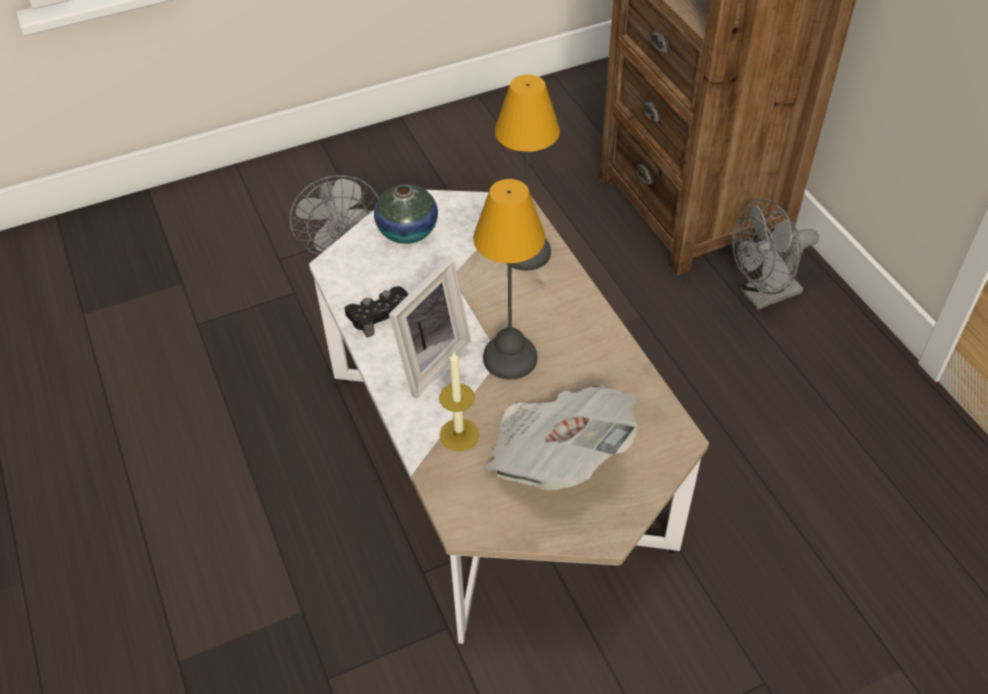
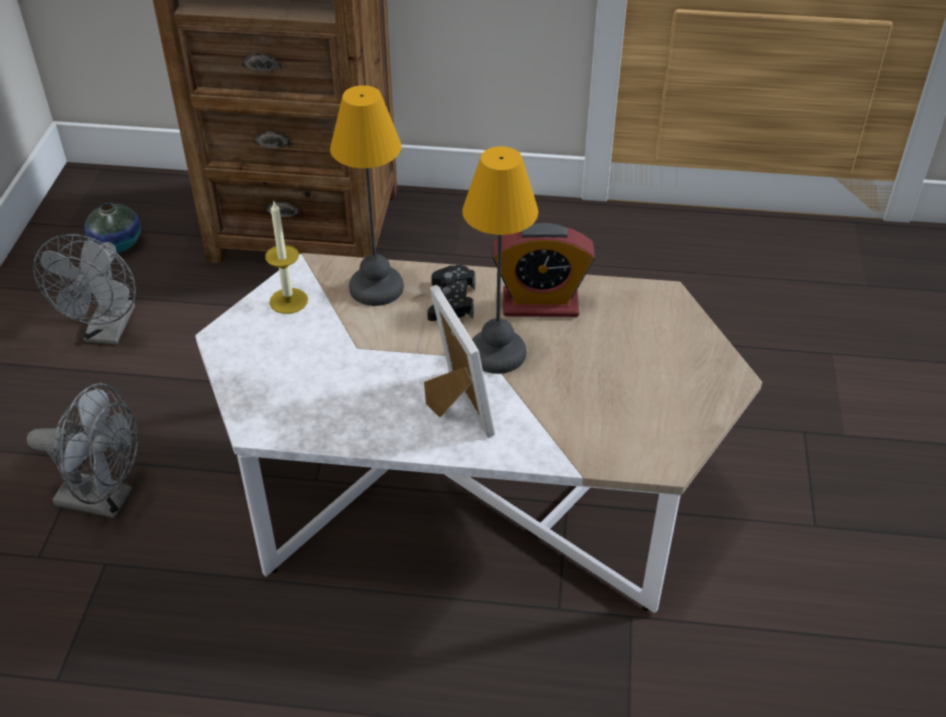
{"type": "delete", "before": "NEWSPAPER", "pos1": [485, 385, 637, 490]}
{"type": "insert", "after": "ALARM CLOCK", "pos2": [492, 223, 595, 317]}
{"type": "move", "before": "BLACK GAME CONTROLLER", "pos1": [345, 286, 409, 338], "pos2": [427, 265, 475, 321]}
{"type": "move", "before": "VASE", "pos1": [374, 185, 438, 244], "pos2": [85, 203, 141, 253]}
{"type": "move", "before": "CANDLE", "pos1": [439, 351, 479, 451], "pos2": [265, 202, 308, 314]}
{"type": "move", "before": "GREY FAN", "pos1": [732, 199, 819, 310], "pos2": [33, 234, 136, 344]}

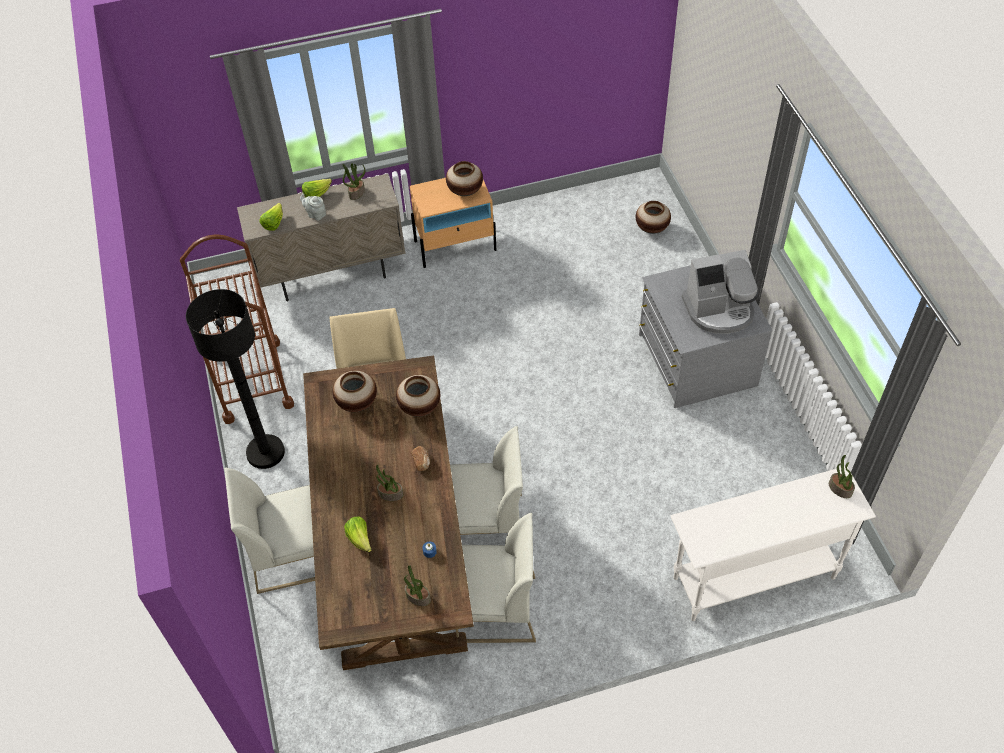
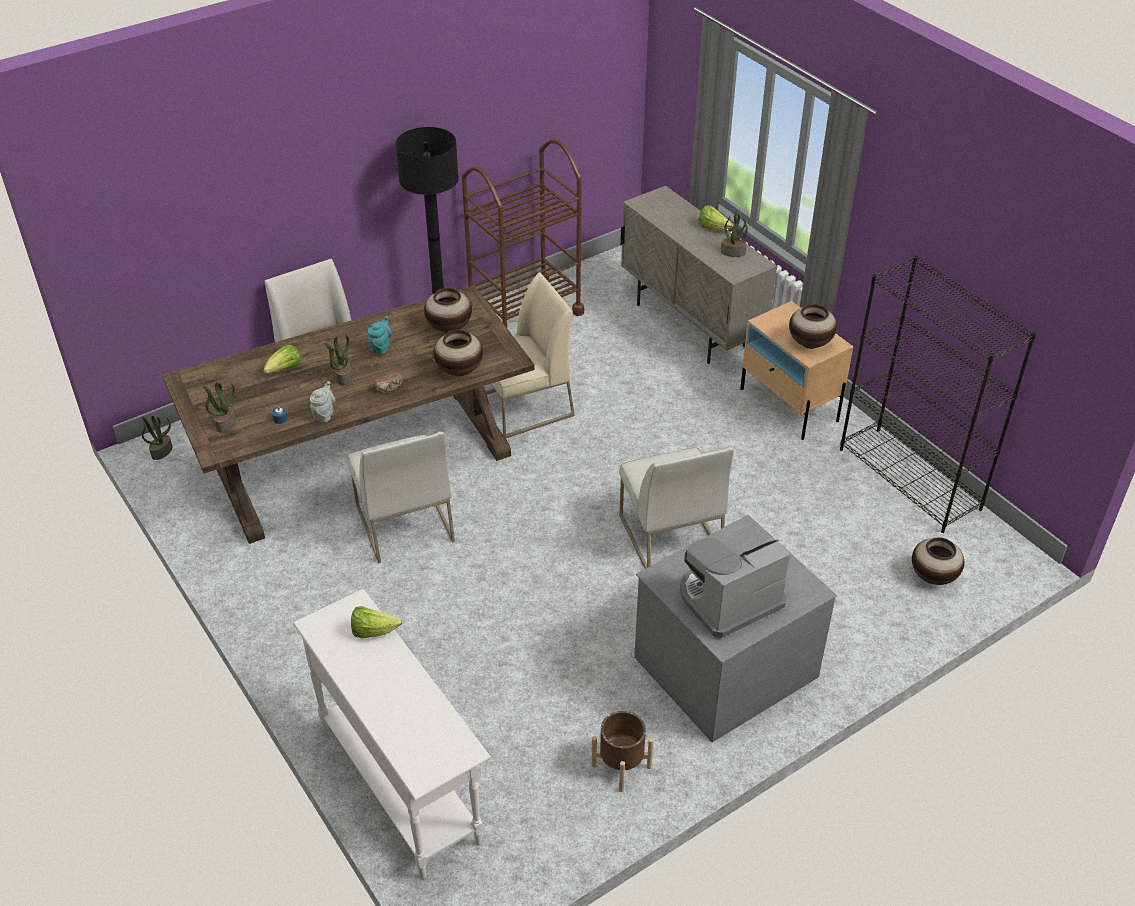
{"type": "insert", "after": "TURQUOISE TEAPOT", "pos2": [368, 316, 392, 354]}
{"type": "insert", "after": "BROWN PLANTER", "pos2": [591, 711, 654, 792]}
{"type": "insert", "after": "BLACK BOOKCASE", "pos2": [840, 256, 1036, 533]}
{"type": "move", "before": "LETTUCE", "pos1": [260, 203, 283, 231], "pos2": [351, 606, 403, 638]}
{"type": "move", "before": "GREY TEAPOT", "pos1": [300, 193, 326, 221], "pos2": [310, 381, 336, 422]}
{"type": "move", "before": "WHITE CHAIR", "pos1": [456, 513, 536, 643], "pos2": [619, 447, 734, 569]}
{"type": "move", "before": "POTTED PLANT", "pos1": [829, 455, 855, 498], "pos2": [142, 416, 172, 460]}
{"type": "rotate", "before": "COFFEE MACHINE", "pos1": [682, 250, 758, 334], "pos2": [680, 538, 790, 638], "turn": 90}

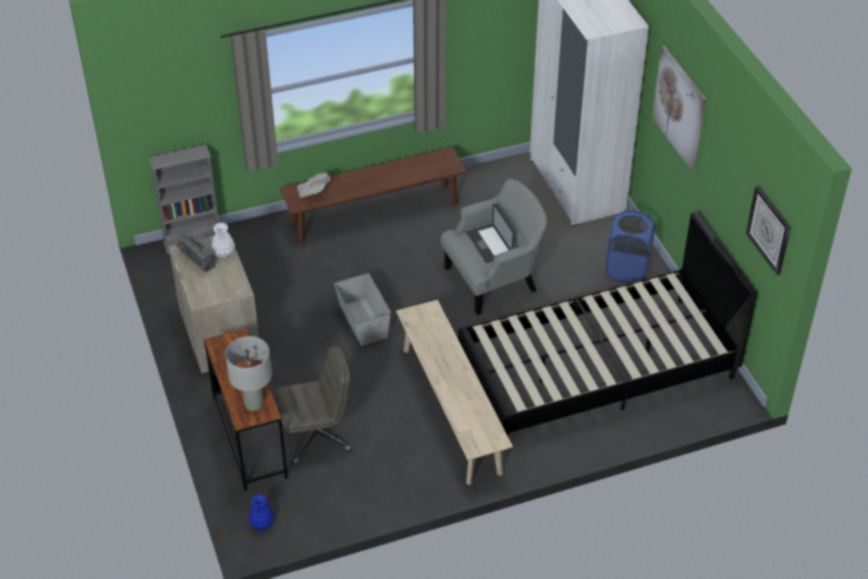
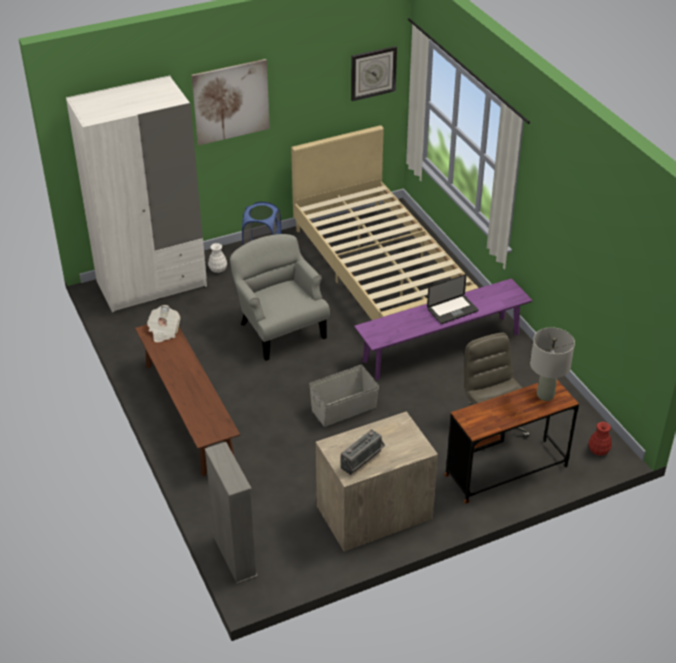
{"type": "move", "before": "WHITE VASE", "pos1": [211, 223, 235, 258], "pos2": [208, 243, 227, 273]}
{"type": "move", "before": "NEWSPAPER", "pos1": [297, 172, 330, 198], "pos2": [147, 305, 181, 342]}
{"type": "move", "before": "LAPTOP", "pos1": [467, 203, 514, 263], "pos2": [427, 274, 479, 324]}
{"type": "recolor", "before": "BLUE VASE", "after": "RED VASE", "pos1": [249, 494, 274, 530], "pos2": [588, 422, 612, 456]}
{"type": "recolor", "before": "BEIGE BENCH", "after": "PURPLE BENCH", "pos1": [396, 300, 513, 485], "pos2": [354, 278, 532, 380]}
{"type": "recolor", "before": "BLACK BED", "after": "BEIGE BED", "pos1": [458, 212, 757, 438], "pos2": [291, 125, 478, 320]}

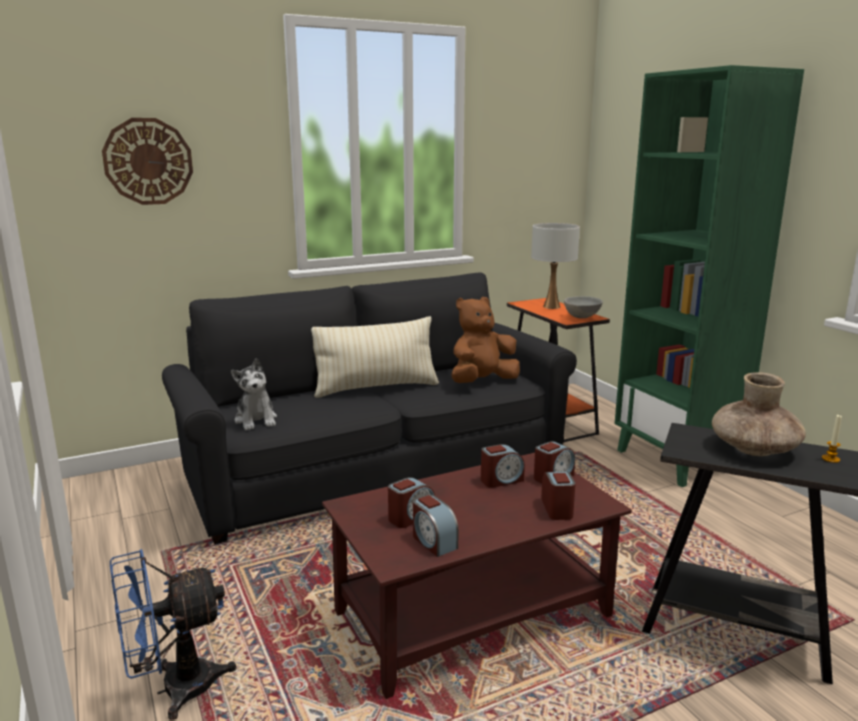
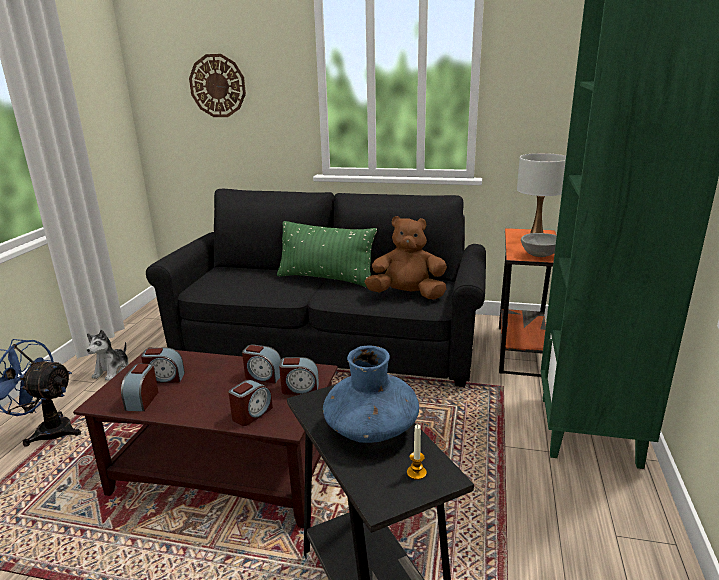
{"type": "move", "before": "PLUSH TOY", "pos1": [231, 358, 277, 430], "pos2": [86, 329, 129, 381]}
{"type": "recolor", "before": "BEIGE PILLOW", "after": "GREEN PILLOW", "pos1": [311, 316, 439, 398], "pos2": [277, 221, 377, 288]}
{"type": "recolor", "before": "BROWN VASE", "after": "BLUE VASE", "pos1": [712, 373, 806, 456], "pos2": [323, 345, 419, 443]}

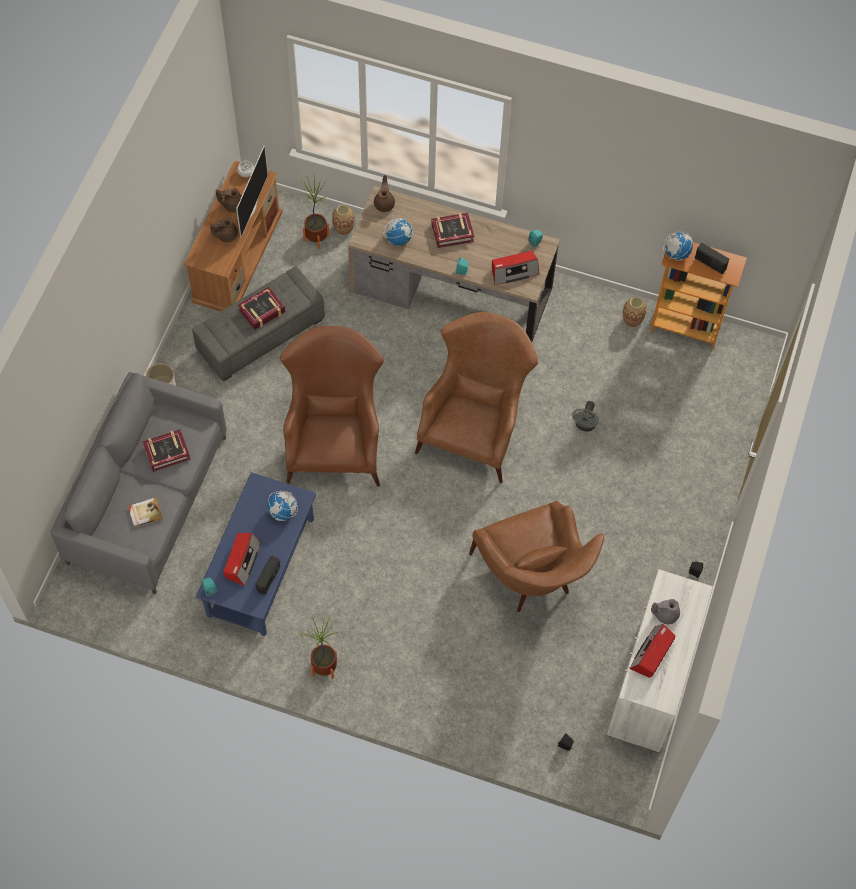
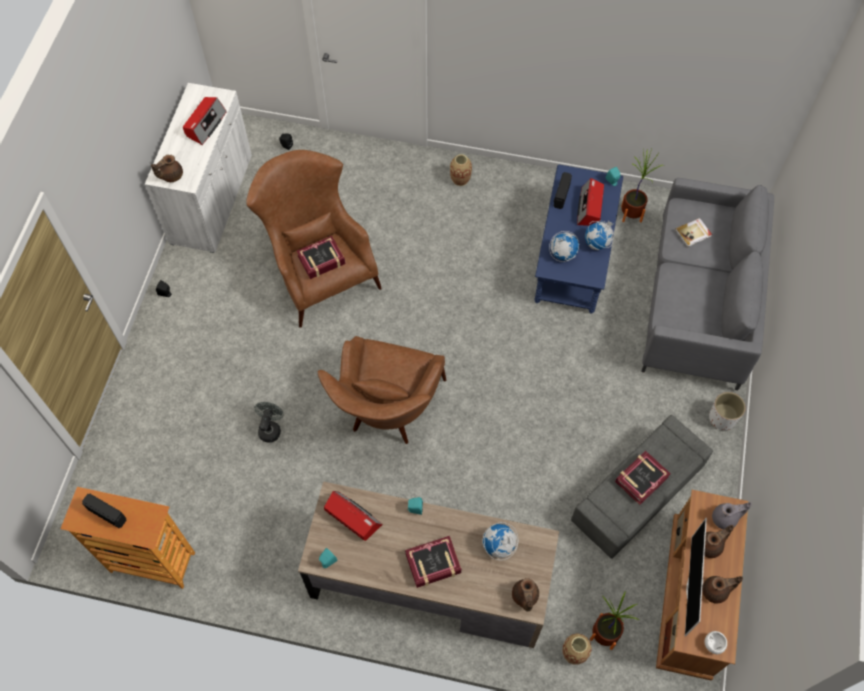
{"type": "delete", "before": "BROWN ARMCHAIR", "pos1": [280, 326, 384, 487]}
{"type": "insert", "after": "BROWN TEAPOT", "pos2": [151, 155, 183, 182]}
{"type": "move", "before": "BOOK", "pos1": [143, 430, 191, 472], "pos2": [297, 236, 345, 279]}
{"type": "move", "before": "POTTED PLANT", "pos1": [300, 616, 338, 679], "pos2": [621, 149, 665, 223]}
{"type": "move", "before": "VASE", "pos1": [623, 297, 646, 327], "pos2": [450, 154, 472, 186]}
{"type": "move", "before": "GREY TEAPOT", "pos1": [651, 599, 680, 624], "pos2": [712, 502, 752, 529]}
{"type": "move", "before": "GLOBE", "pos1": [663, 232, 693, 261], "pos2": [585, 221, 614, 250]}
{"type": "rotate", "before": "RADIO", "pos1": [492, 251, 540, 285], "pos2": [324, 491, 383, 541], "turn": 60}

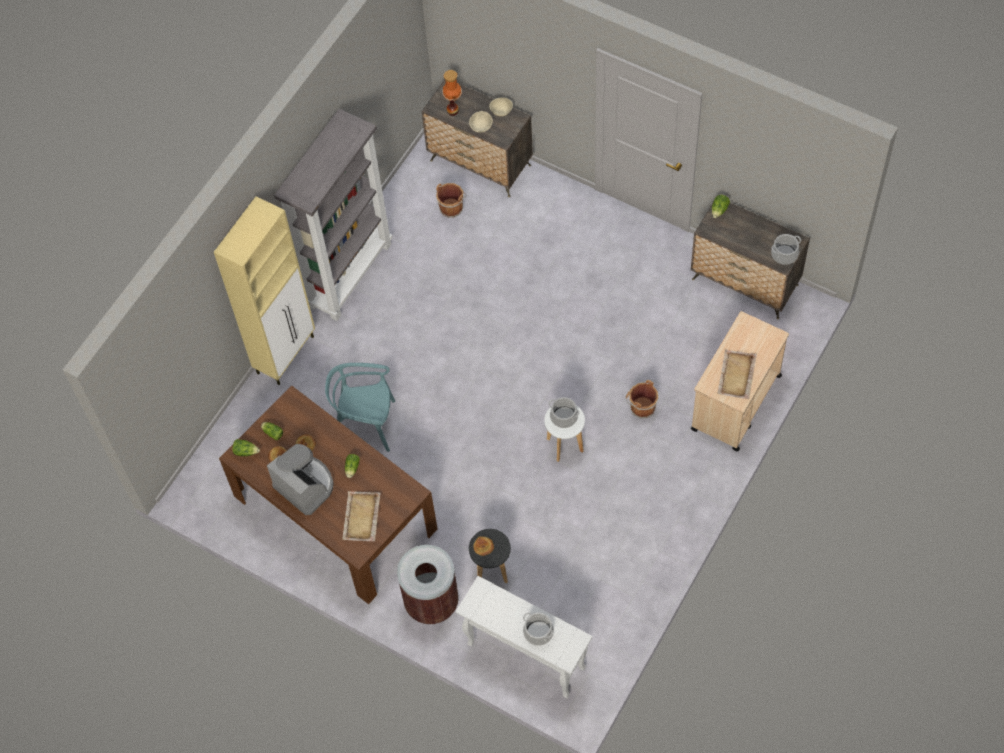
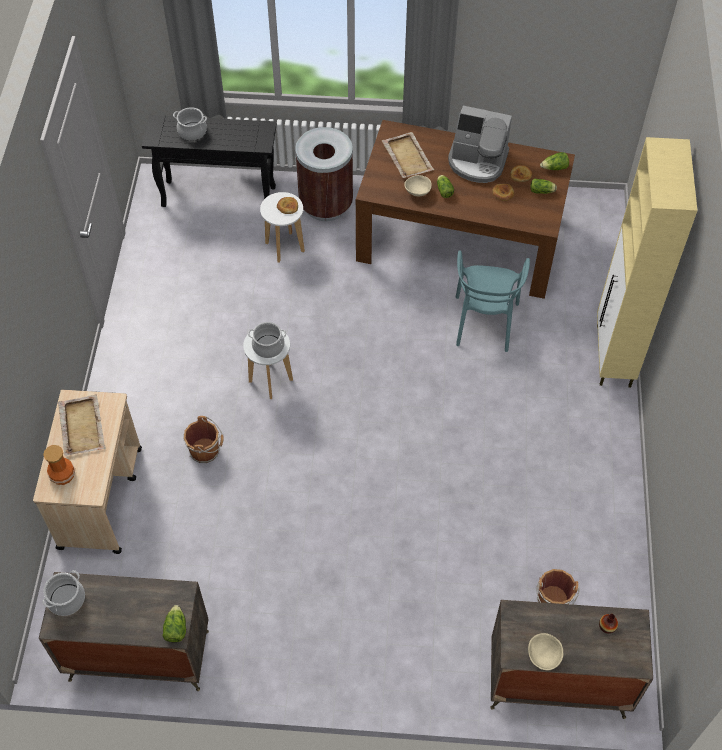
{"type": "delete", "before": "GREY BOOKCASE", "pos1": [274, 109, 393, 321]}
{"type": "move", "before": "VASE", "pos1": [442, 70, 462, 101], "pos2": [43, 445, 75, 485]}
{"type": "move", "before": "BEIGE BOWL", "pos1": [469, 111, 493, 133], "pos2": [404, 175, 432, 196]}
{"type": "recolor", "before": "WHITE CONSOLE TABLE", "after": "BLACK CONSOLE TABLE", "pos1": [456, 576, 592, 698], "pos2": [142, 115, 277, 207]}
{"type": "recolor", "before": "BLACK STOOL", "after": "WHITE STOOL", "pos1": [469, 529, 511, 584], "pos2": [260, 192, 305, 263]}
{"type": "rotate", "before": "TURQUOISE CHAIR", "pos1": [325, 363, 395, 452], "pos2": [456, 250, 530, 352], "turn": 120}

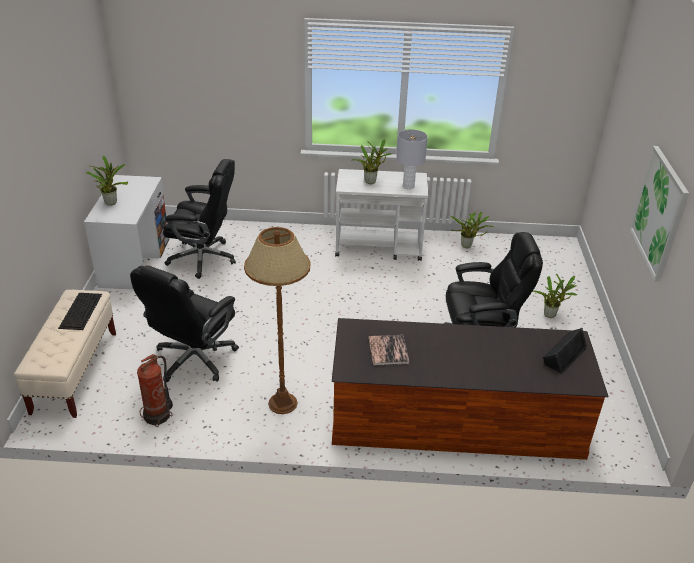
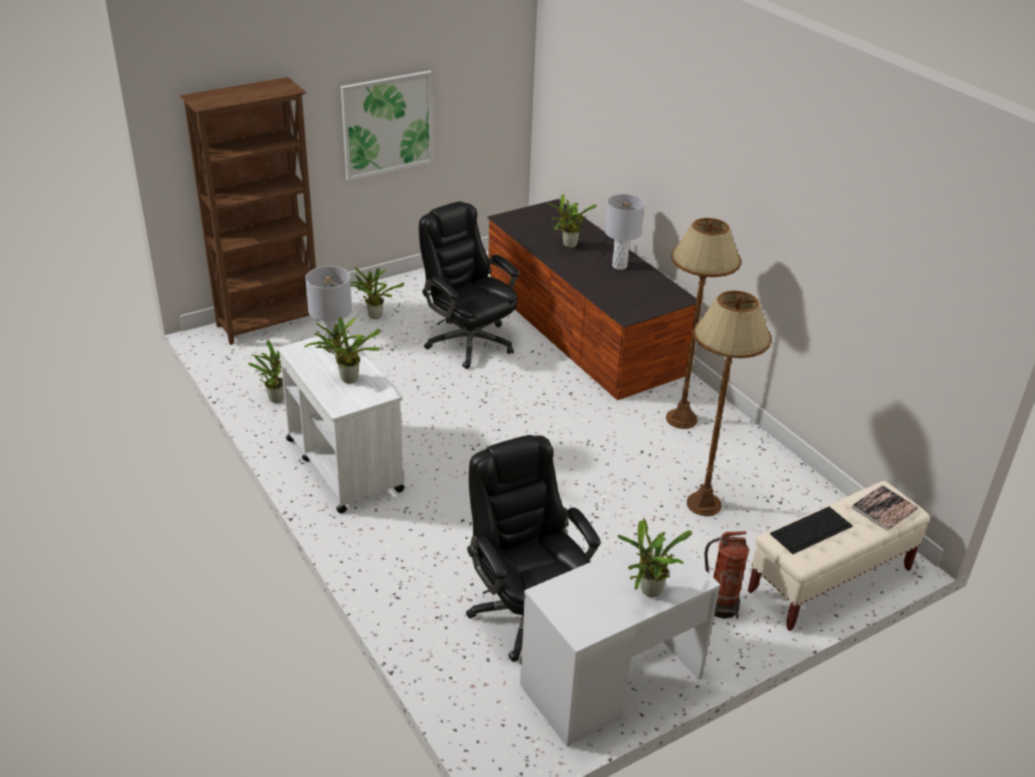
{"type": "delete", "before": "BLACK SPEAKER", "pos1": [543, 328, 587, 374]}
{"type": "insert", "after": "BROWN BOOKCASE", "pos2": [180, 77, 319, 345]}
{"type": "insert", "after": "POTTED PLANT", "pos2": [547, 194, 597, 248]}
{"type": "insert", "after": "GREY TABLE LAMP", "pos2": [605, 194, 645, 270]}
{"type": "move", "before": "FIRE EXTINGUISHER", "pos1": [137, 354, 173, 427], "pos2": [704, 531, 749, 619]}
{"type": "move", "before": "BOOK", "pos1": [369, 335, 409, 365], "pos2": [852, 485, 918, 531]}
{"type": "replace", "before": "BLACK OFFICE CHAIR", "after": "BROWN FLOOR LAMP", "pos1": [130, 266, 239, 382], "pos2": [687, 290, 772, 516]}

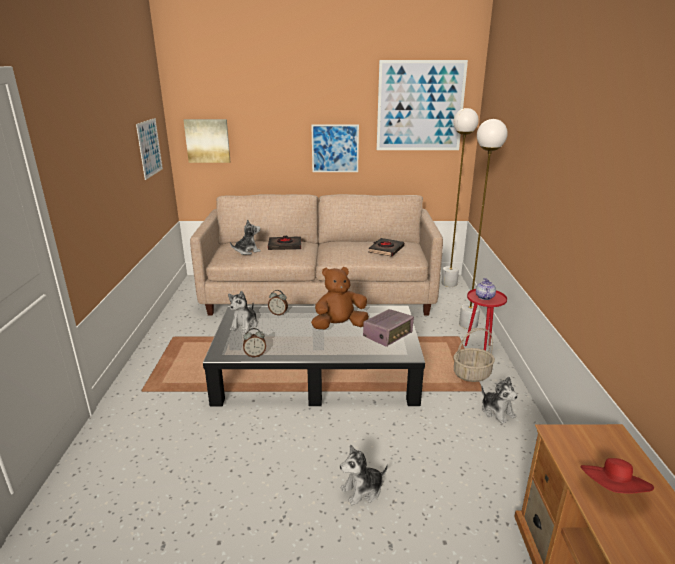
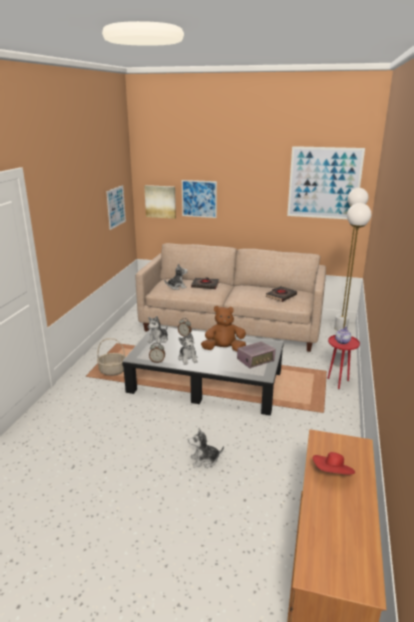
{"type": "move", "before": "PICTURE", "pos1": [311, 125, 359, 172], "pos2": [182, 180, 217, 218]}
{"type": "move", "before": "BASKET", "pos1": [454, 328, 495, 382], "pos2": [97, 338, 126, 376]}
{"type": "move", "before": "PLUSH TOY", "pos1": [482, 376, 518, 424], "pos2": [178, 332, 198, 365]}

